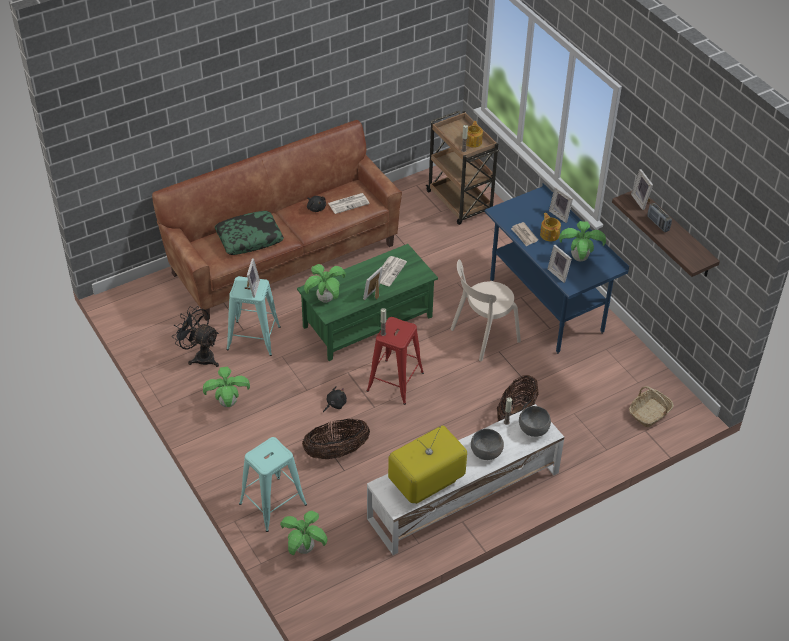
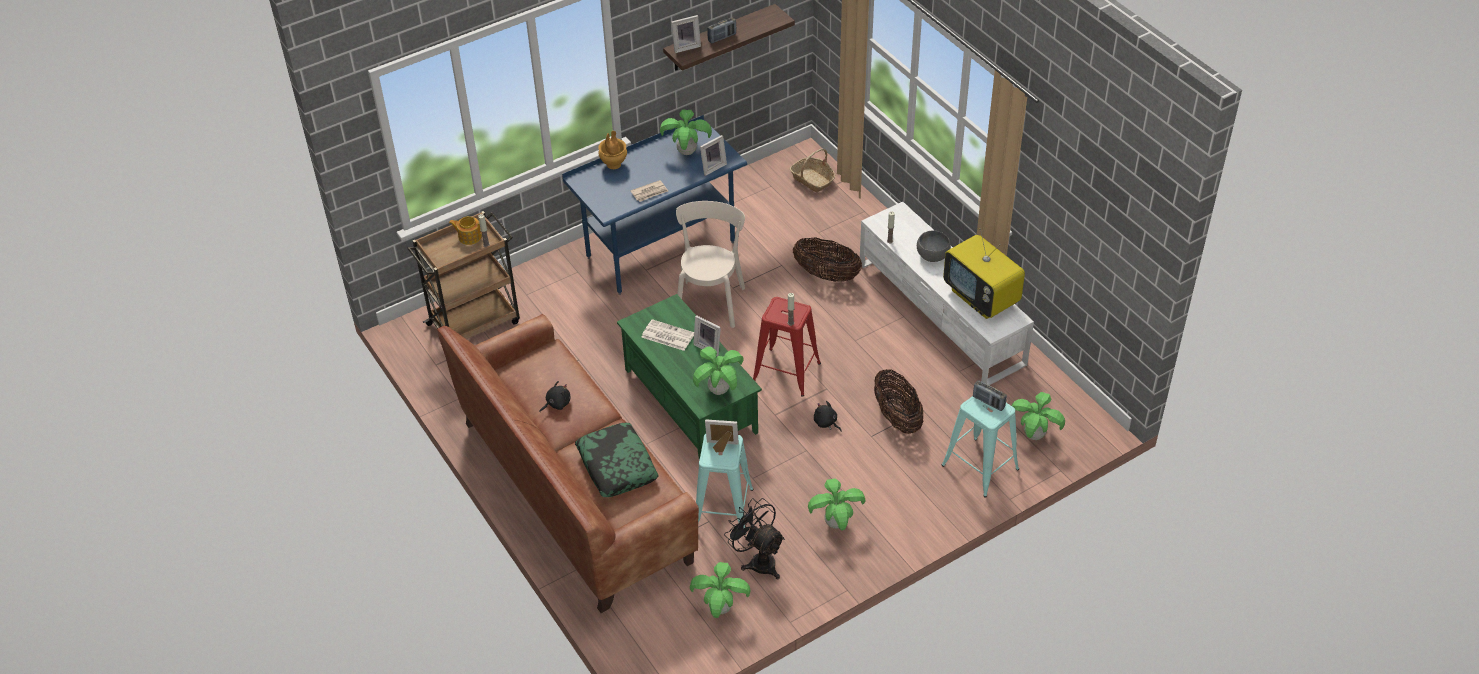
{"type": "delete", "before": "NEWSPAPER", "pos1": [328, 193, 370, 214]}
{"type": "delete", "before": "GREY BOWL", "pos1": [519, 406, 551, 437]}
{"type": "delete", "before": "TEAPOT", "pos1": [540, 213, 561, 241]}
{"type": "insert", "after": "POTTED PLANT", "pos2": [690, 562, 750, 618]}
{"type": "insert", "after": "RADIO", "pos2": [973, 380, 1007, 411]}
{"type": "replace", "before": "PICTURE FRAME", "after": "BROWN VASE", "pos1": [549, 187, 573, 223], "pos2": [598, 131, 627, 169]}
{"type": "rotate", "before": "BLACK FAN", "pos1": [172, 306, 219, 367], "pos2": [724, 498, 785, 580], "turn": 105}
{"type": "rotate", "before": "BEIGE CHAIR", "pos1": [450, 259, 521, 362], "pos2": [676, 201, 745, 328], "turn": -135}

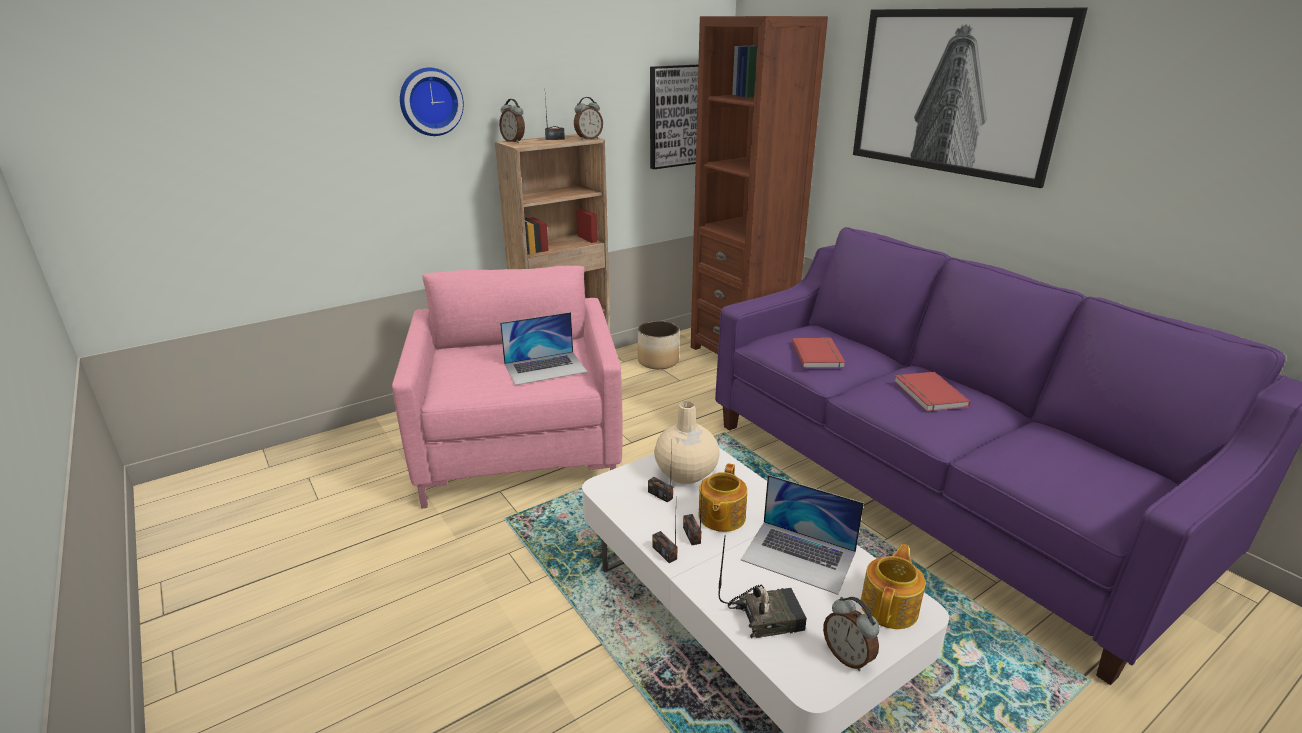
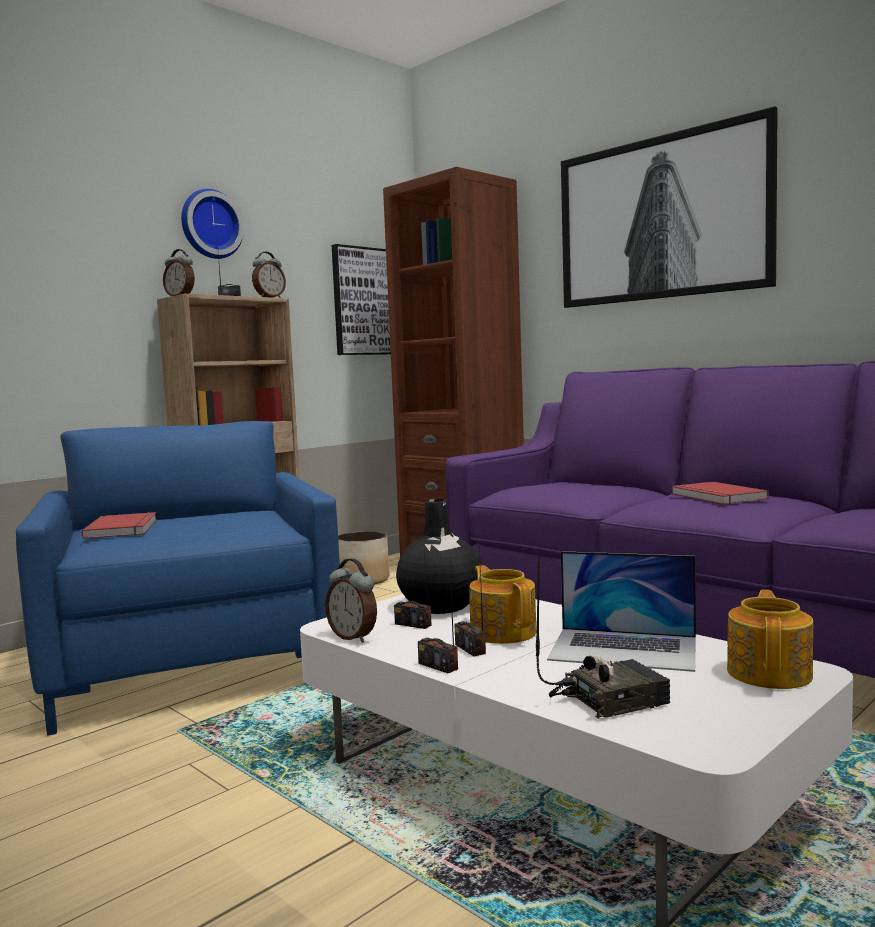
{"type": "delete", "before": "LAPTOP", "pos1": [500, 312, 587, 385]}
{"type": "move", "before": "WALL CLOCK", "pos1": [400, 68, 464, 136], "pos2": [181, 189, 244, 259]}
{"type": "move", "before": "RED BOOK", "pos1": [792, 337, 846, 368], "pos2": [82, 512, 157, 539]}
{"type": "move", "before": "ALARM CLOCK", "pos1": [823, 597, 880, 671], "pos2": [325, 558, 377, 643]}
{"type": "recolor", "before": "PINK ARMCHAIR", "after": "BLUE ARMCHAIR", "pos1": [392, 266, 623, 508], "pos2": [16, 421, 340, 736]}
{"type": "recolor", "before": "BEIGE VASE", "after": "BLACK VASE", "pos1": [654, 401, 720, 484], "pos2": [396, 499, 483, 614]}
{"type": "rotate", "before": "TEAPOT", "pos1": [698, 463, 747, 532], "pos2": [469, 565, 537, 644], "turn": 150}

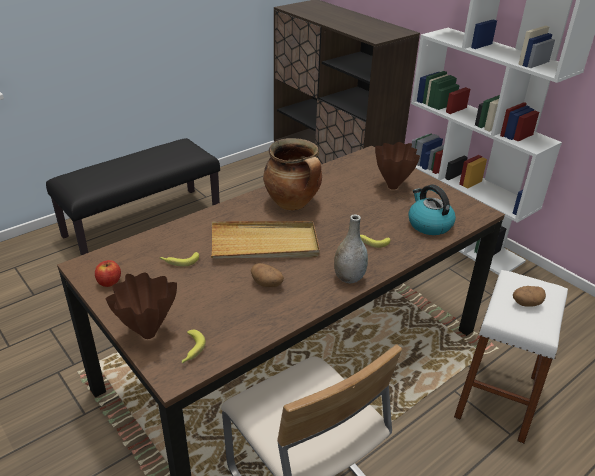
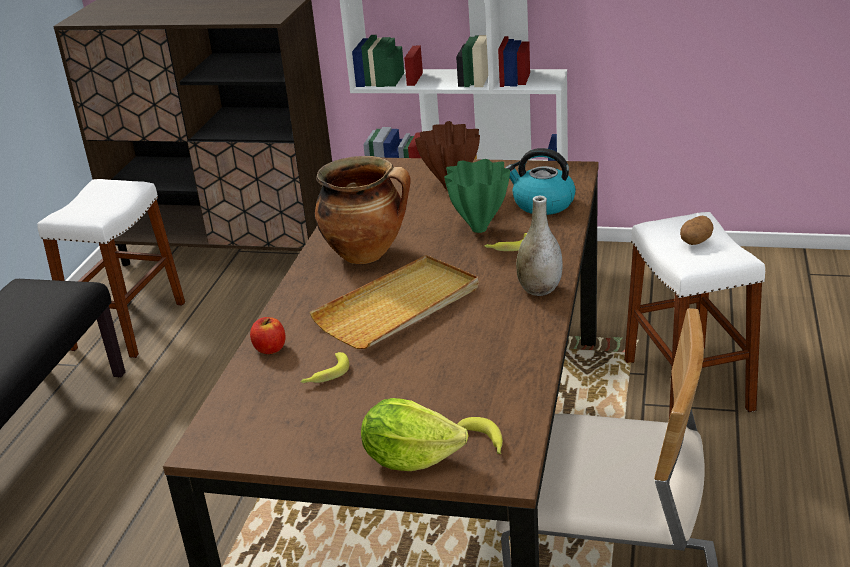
{"type": "delete", "before": "POTATO", "pos1": [251, 263, 284, 287]}
{"type": "insert", "after": "WHITE STOOL", "pos2": [37, 179, 185, 358]}
{"type": "insert", "after": "GREEN VASE", "pos2": [444, 159, 510, 233]}
{"type": "move", "before": "APPLE", "pos1": [95, 260, 121, 287], "pos2": [250, 317, 286, 354]}
{"type": "replace", "before": "BROWN VASE", "after": "LETTUCE", "pos1": [106, 272, 177, 339], "pos2": [361, 398, 469, 471]}

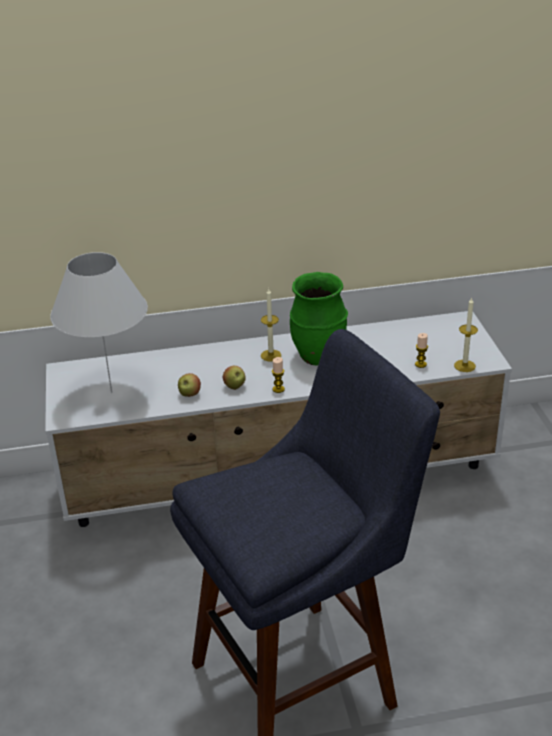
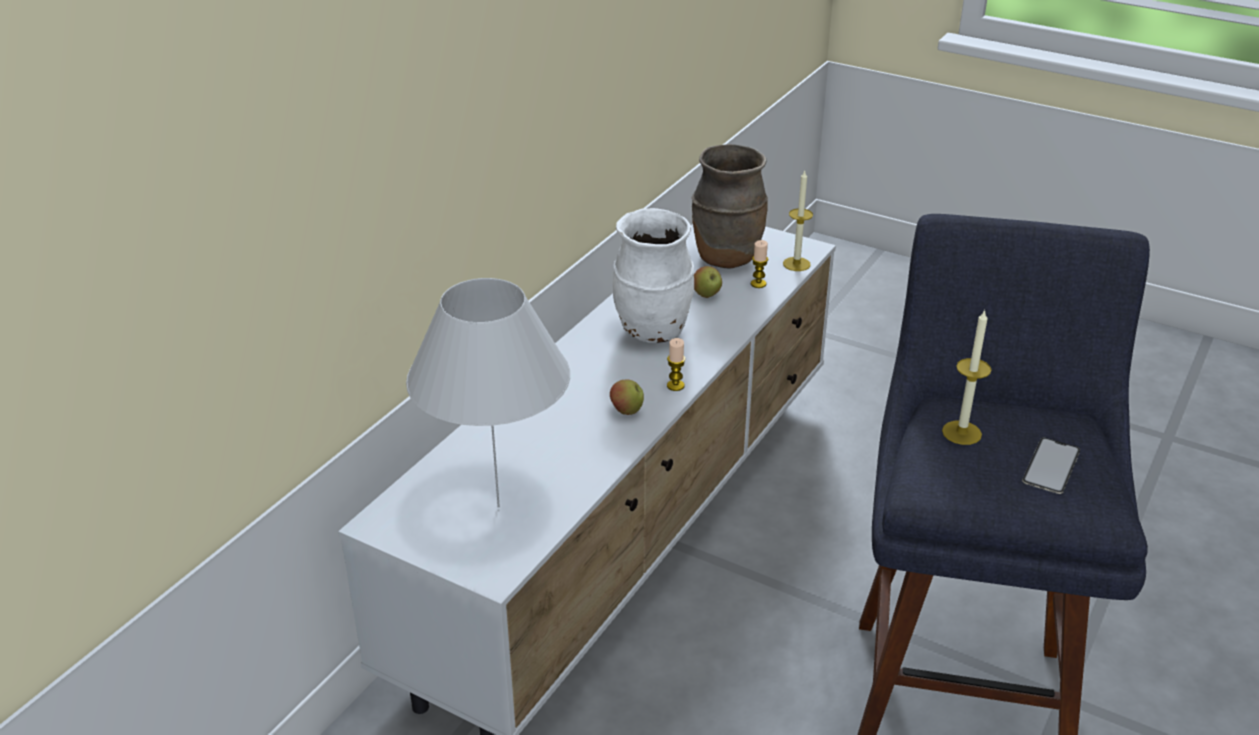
{"type": "insert", "after": "BROWN VASE", "pos2": [692, 144, 768, 268]}
{"type": "insert", "after": "PHONE", "pos2": [1022, 438, 1080, 494]}
{"type": "move", "before": "APPLE", "pos1": [178, 373, 201, 397], "pos2": [694, 266, 722, 298]}
{"type": "move", "before": "CANDLE", "pos1": [261, 288, 281, 361], "pos2": [942, 310, 992, 445]}
{"type": "recolor", "before": "GREEN VASE", "after": "WHITE VASE", "pos1": [290, 272, 348, 366], "pos2": [613, 208, 694, 343]}

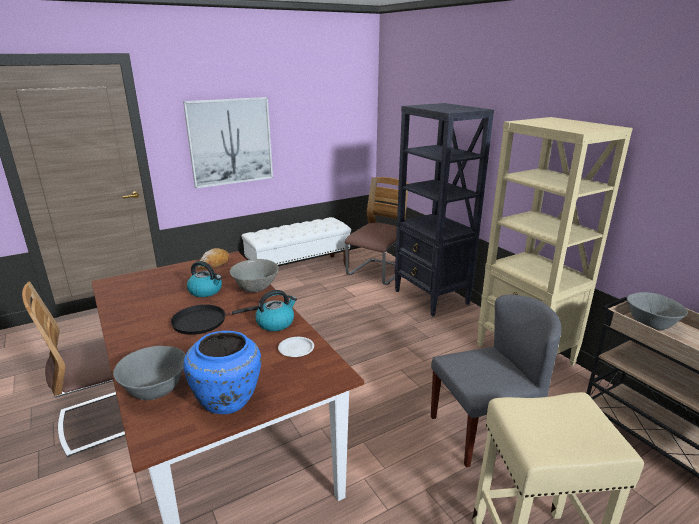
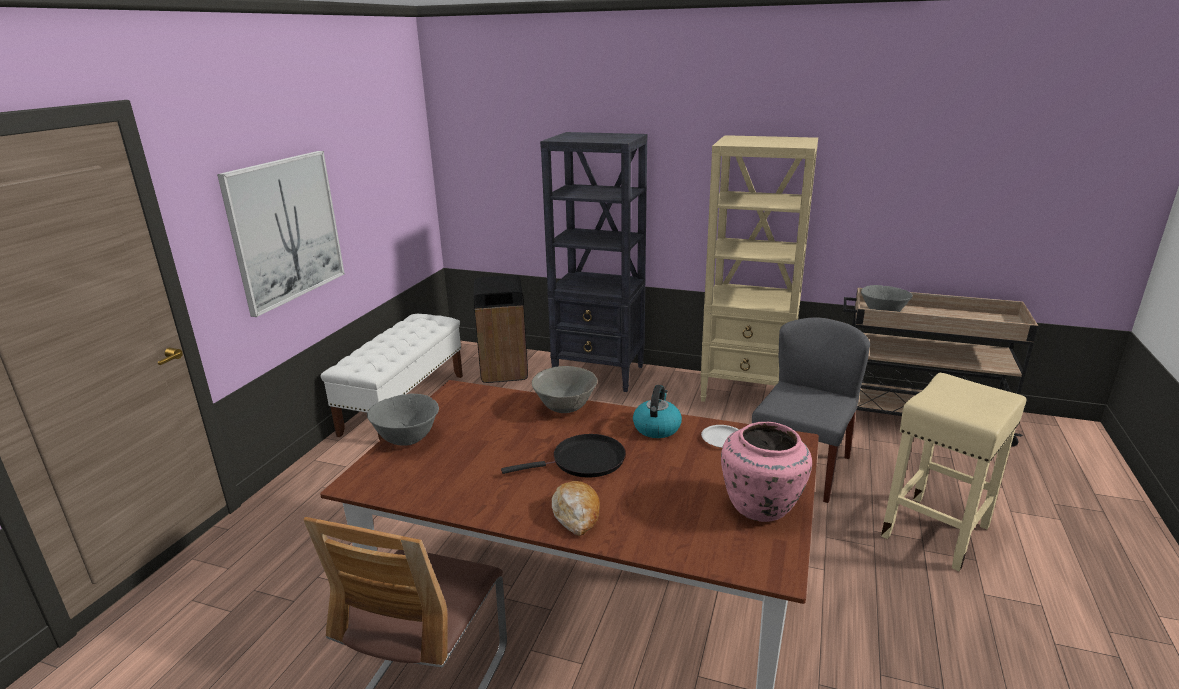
{"type": "delete", "before": "KETTLE", "pos1": [187, 261, 222, 297]}
{"type": "move", "before": "GREY BOWL", "pos1": [113, 346, 186, 400], "pos2": [367, 393, 439, 446]}
{"type": "move", "before": "BREAD", "pos1": [198, 248, 229, 269], "pos2": [552, 481, 600, 536]}
{"type": "replace", "before": "CHAIR", "after": "BLACK TRASH CAN", "pos1": [345, 177, 409, 285], "pos2": [474, 275, 528, 383]}
{"type": "recolor", "before": "BLUE VASE", "after": "PINK VASE", "pos1": [184, 331, 261, 414], "pos2": [721, 422, 812, 522]}
{"type": "rotate", "before": "BLACK FRYING PAN", "pos1": [171, 304, 259, 335], "pos2": [501, 434, 626, 478], "turn": -135}

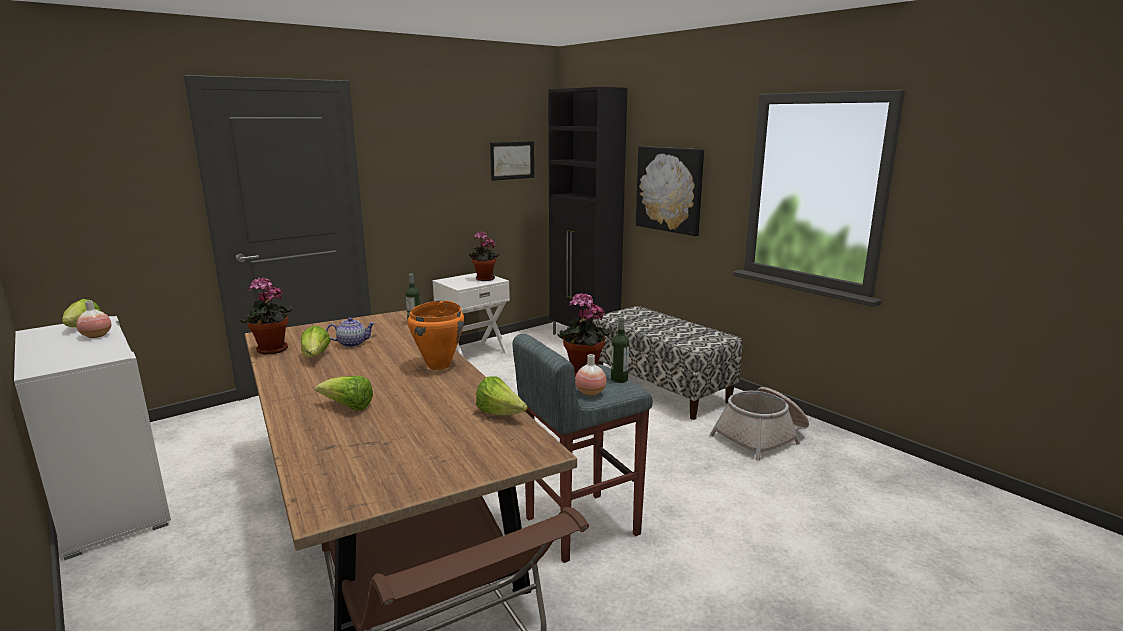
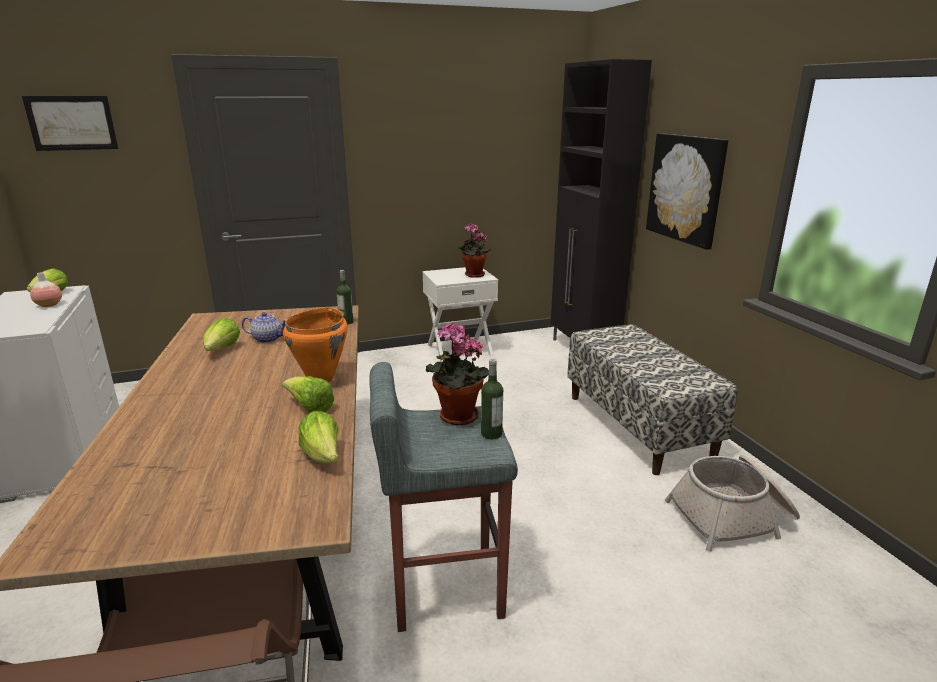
{"type": "delete", "before": "POTTED PLANT", "pos1": [240, 277, 292, 355]}
{"type": "delete", "before": "VASE", "pos1": [575, 354, 607, 396]}
{"type": "move", "before": "LETTUCE", "pos1": [315, 376, 373, 411], "pos2": [282, 377, 334, 413]}
{"type": "move", "before": "PICTURE", "pos1": [490, 141, 534, 181], "pos2": [22, 96, 118, 151]}

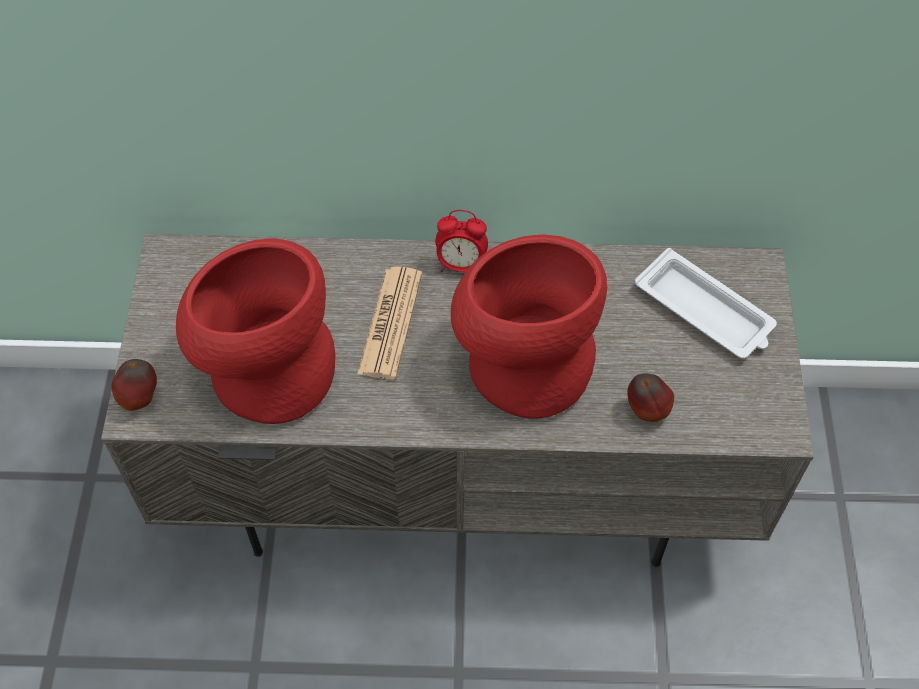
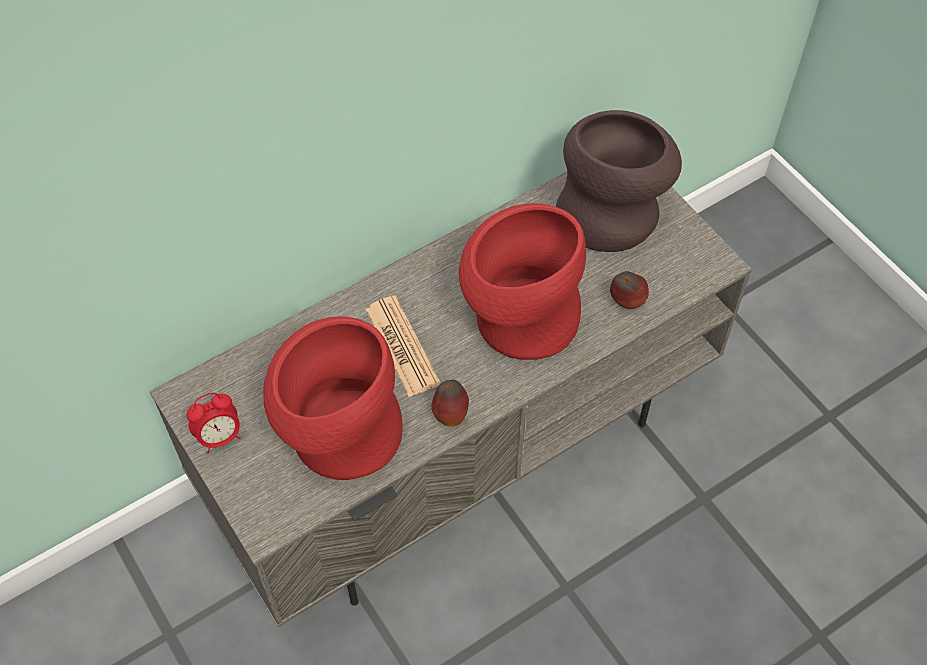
{"type": "move", "before": "APPLE", "pos1": [111, 359, 157, 411], "pos2": [431, 380, 469, 427]}
{"type": "move", "before": "ALARM CLOCK", "pos1": [435, 210, 488, 272], "pos2": [187, 393, 240, 453]}
{"type": "replace", "before": "WHITE TRAY", "after": "BROWN VASE", "pos1": [635, 248, 777, 359], "pos2": [556, 110, 682, 252]}

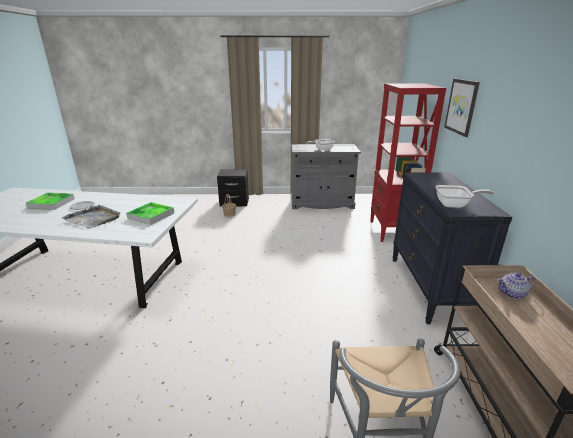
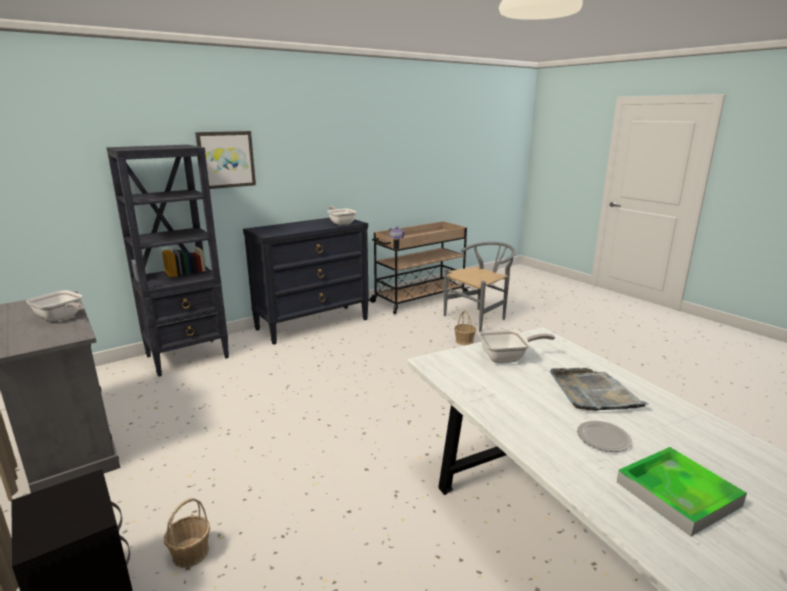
{"type": "insert", "after": "BASKET", "pos2": [454, 311, 477, 345]}
{"type": "replace", "before": "TRAY", "after": "FRYING PAN", "pos1": [126, 202, 174, 225], "pos2": [479, 329, 555, 363]}
{"type": "recolor", "before": "RED BOOKCASE", "after": "BLACK BOOKCASE", "pos1": [370, 84, 446, 242], "pos2": [106, 145, 229, 377]}

